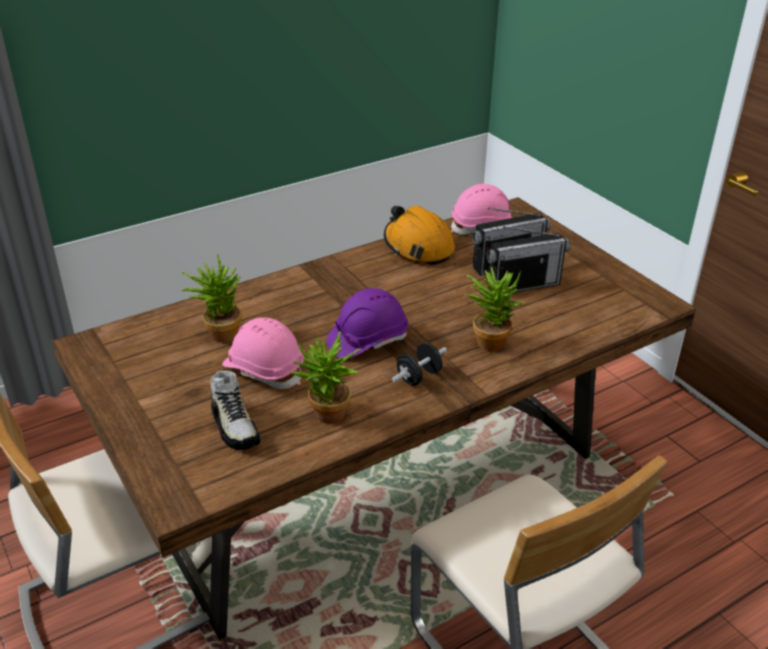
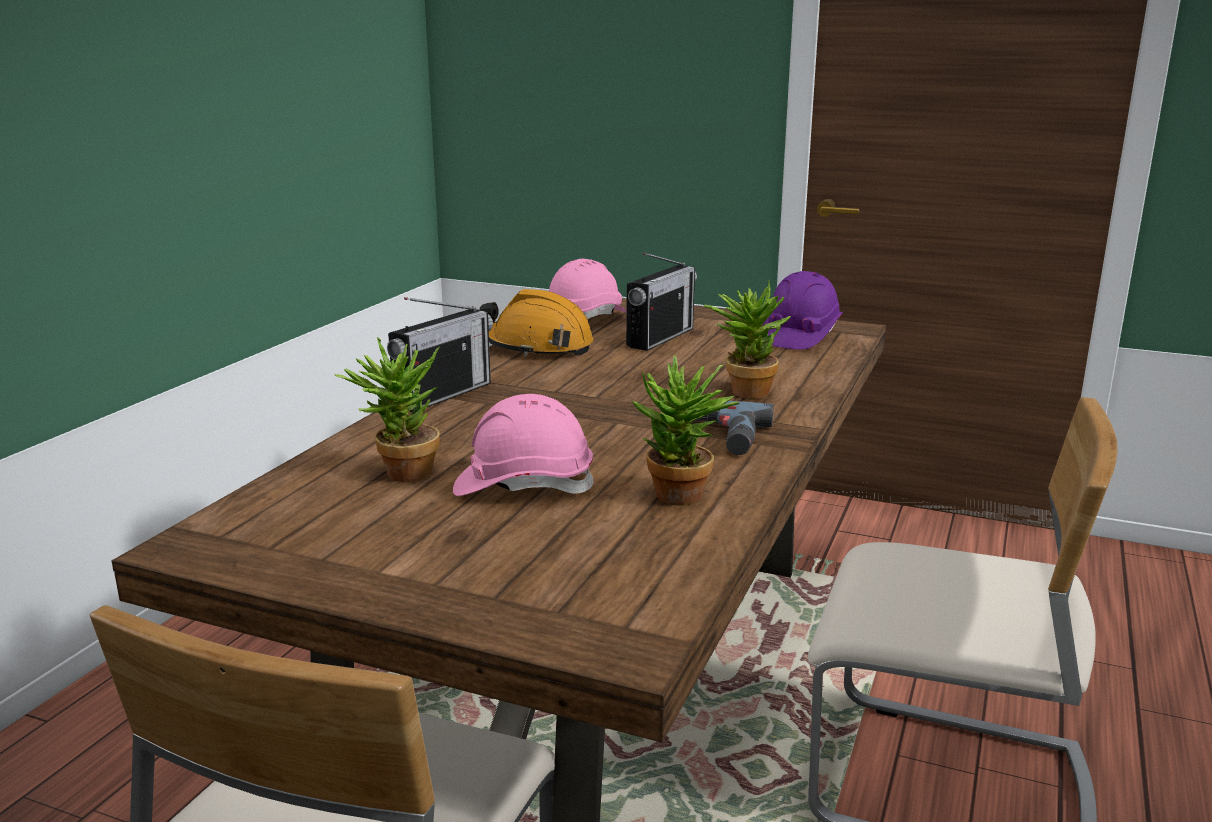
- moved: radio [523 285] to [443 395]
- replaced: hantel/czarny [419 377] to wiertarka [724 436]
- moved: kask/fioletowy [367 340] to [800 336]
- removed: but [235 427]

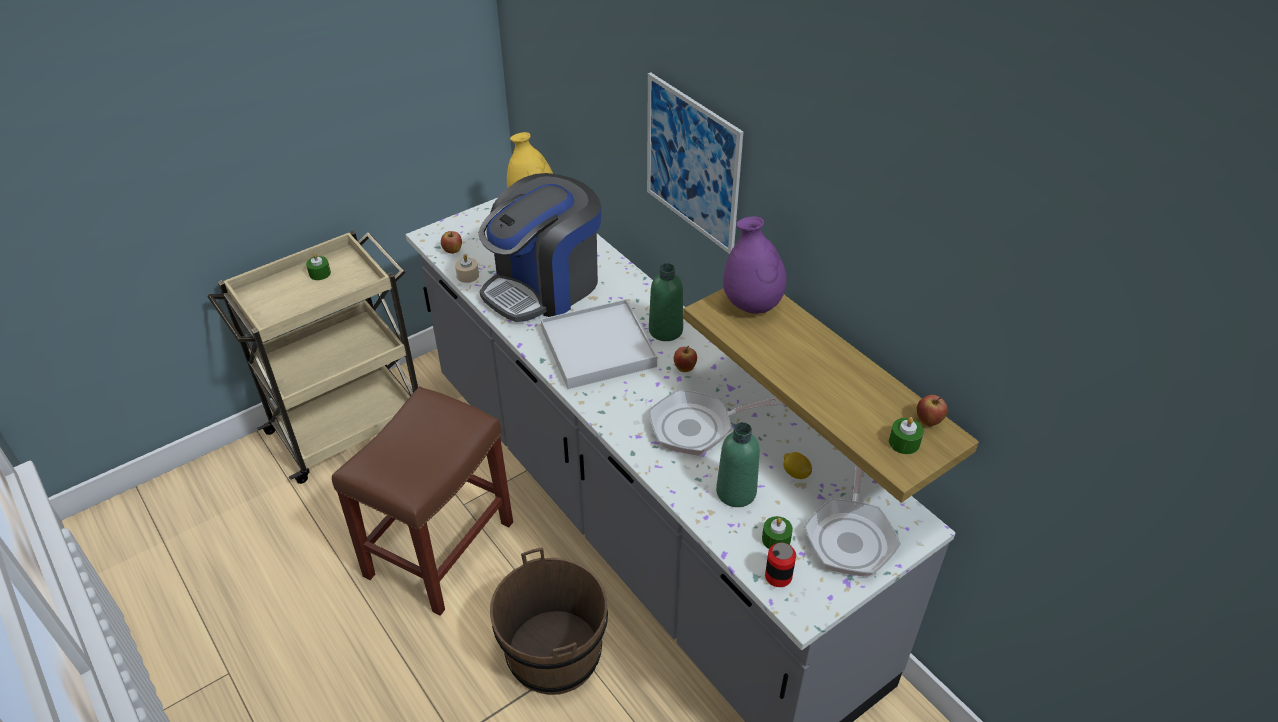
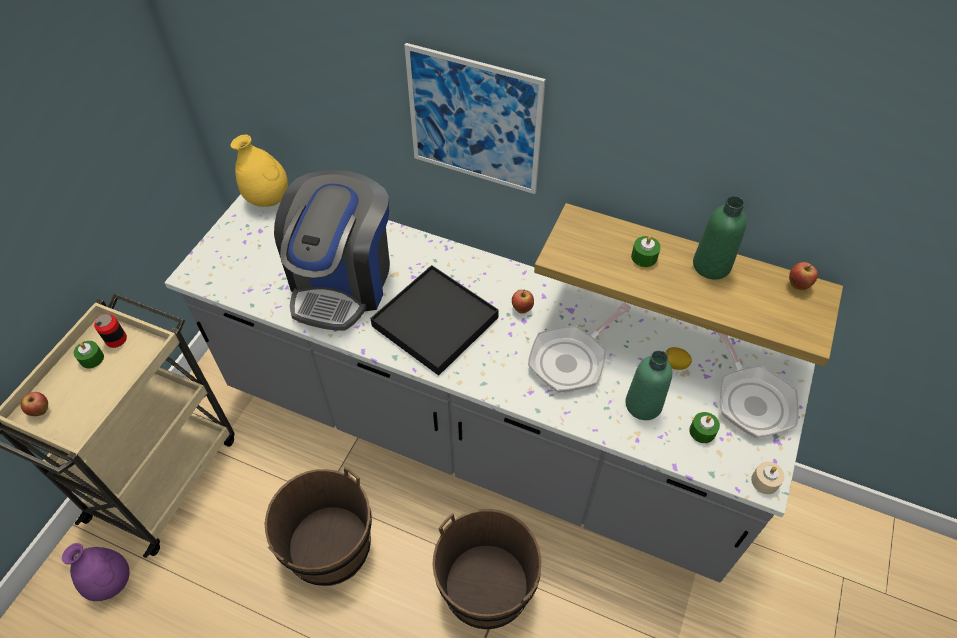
- moved: jabłko [453 251] to [41 411]
- moved: wazon/fioletowy [752 305] to [111 582]
- moved: puszka [778 576] to [116 339]
- replaced: stołek/brązowy [440 547] to wiadro/brązowy [329 546]
- recoloured: taca/biały [598 348] to taca/czarny [435 322]
- moved: świeca/zielony [904 442] to [644 257]
- moved: butelka/zielony [665 330] to [711 265]
- moved: świeca/beżowy [468 275] to [765 481]

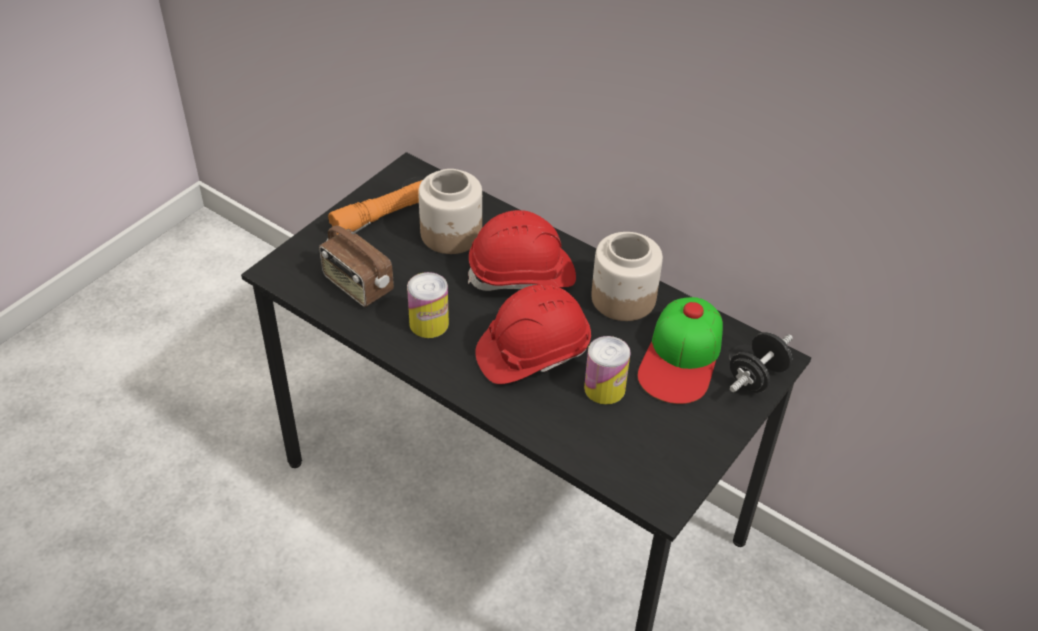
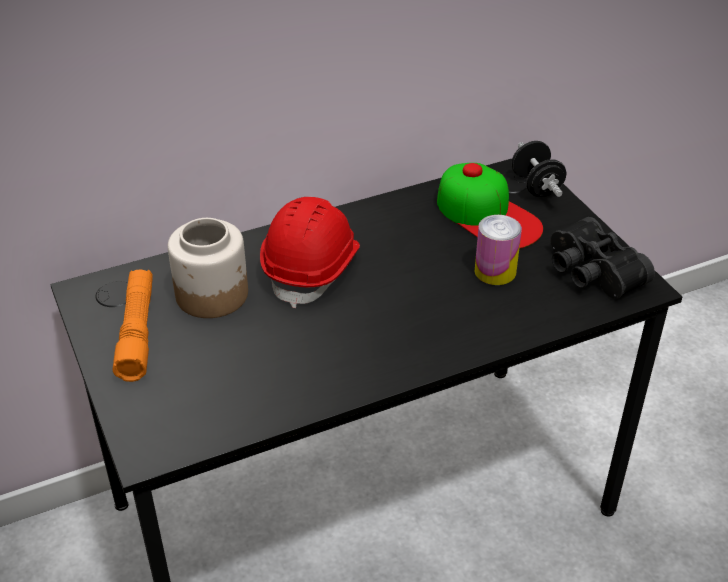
- added: lornetka/czarny [590 272]
- removed: radio [357 285]
- removed: puszka [429 323]
- removed: kask/czerwony [532 352]
- removed: słoik [622 298]

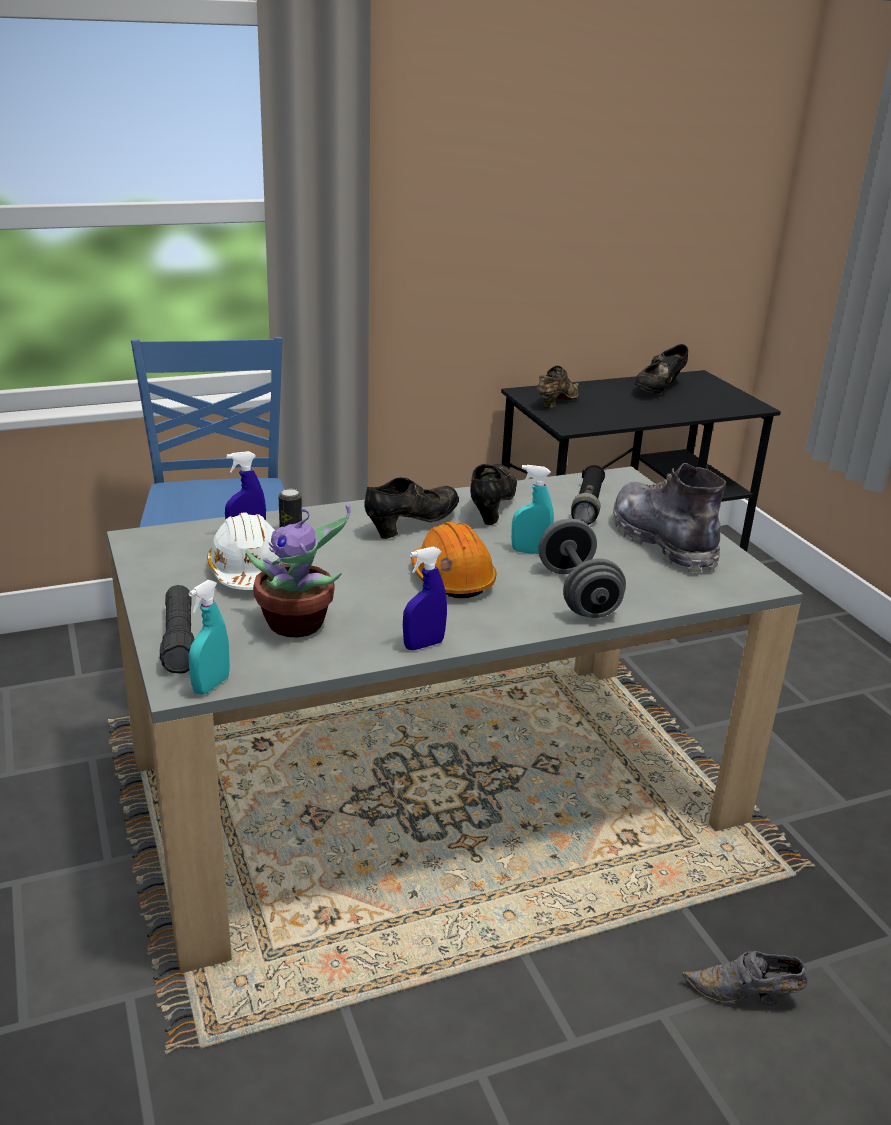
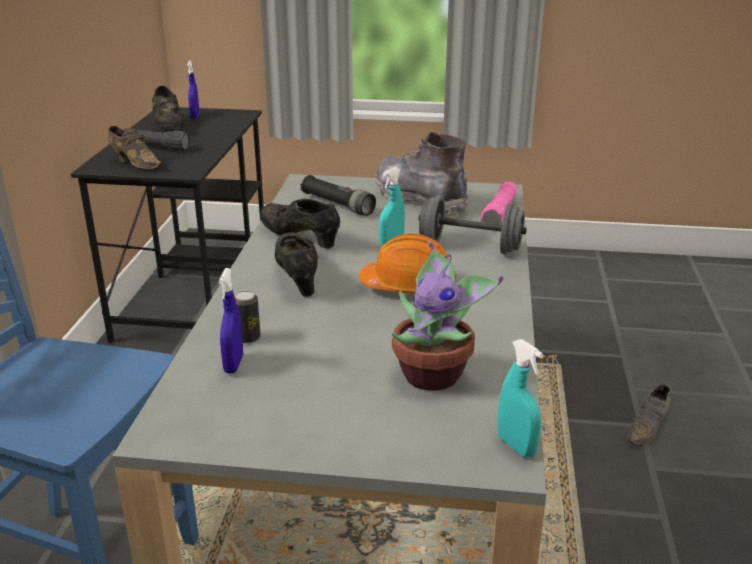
- turned: but/brązowy [556 402] = [135 163] 150 degrees clockwise
- moved: latarka/czarny [179 640] to [156 147]
- moved: spryskiwacz/niebieski [423 645] to [195 116]
- turned: but z cholewką/szary [662 542] = [420 199] 45 degrees clockwise
- added: latarka/różowy [500 214]
- removed: kask/biały [249 572]

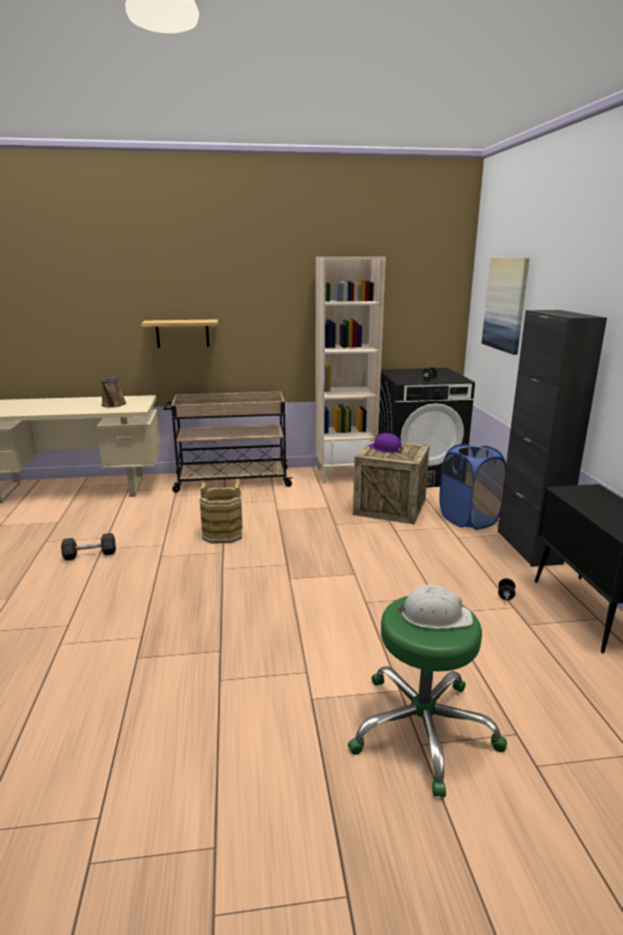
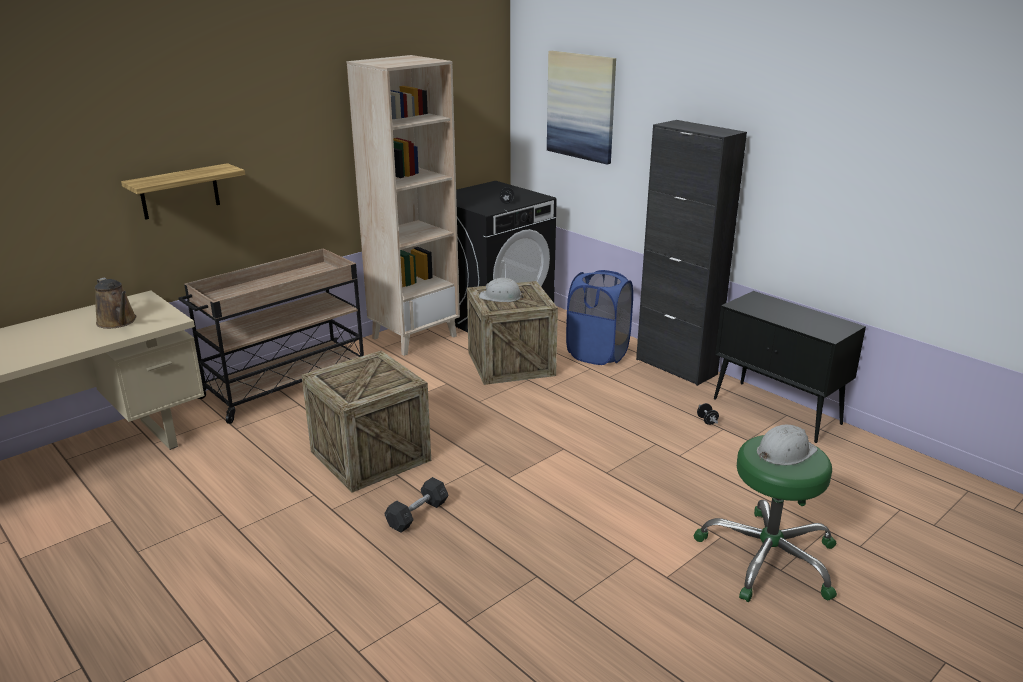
- replaced: wiadro/brązowy [223 534] to skrzynka [370 456]
- moved: hantel/szary [90 554] to [417 514]
- recoloured: kask/fioletowy [385 448] to kask/biały [501 297]

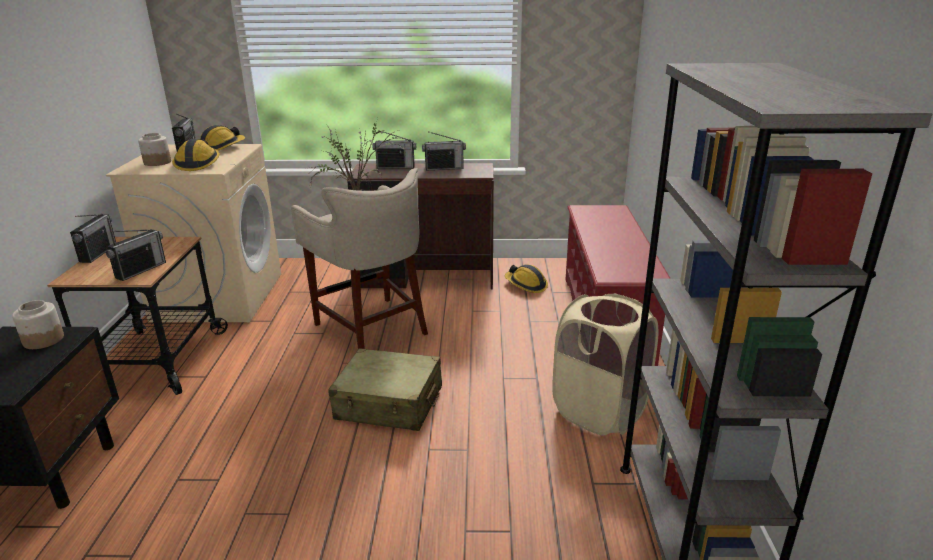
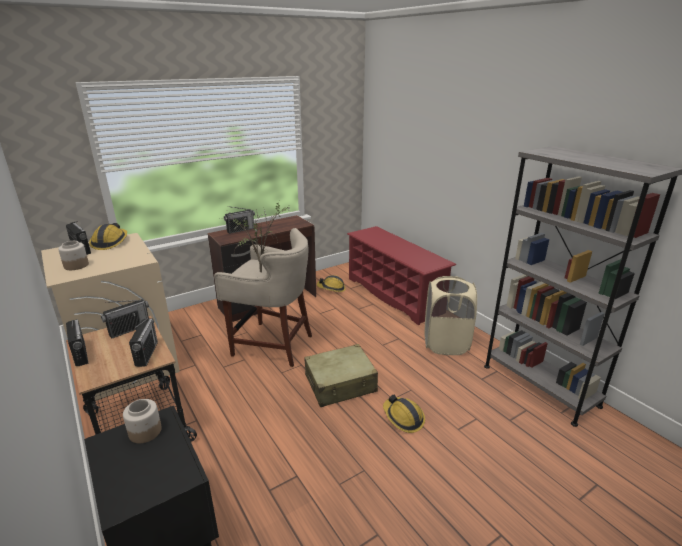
- moved: radio [444 168] to [129 329]
- moved: kask [198 164] to [403 418]

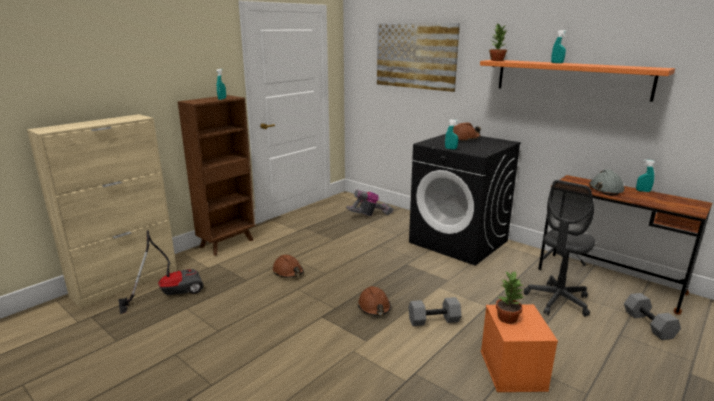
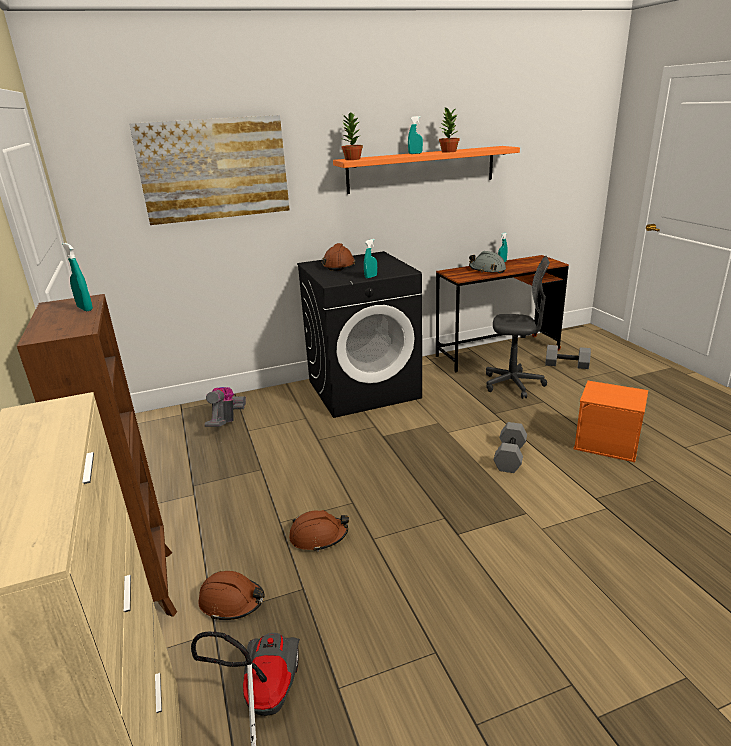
- moved: kask/brązowy [374 307] to [232 602]
- moved: roślina doniczkowa [507 318] to [448 151]
- turned: krzesło biurowe/szary [557 301] = [513 384] 60 degrees counterclockwise

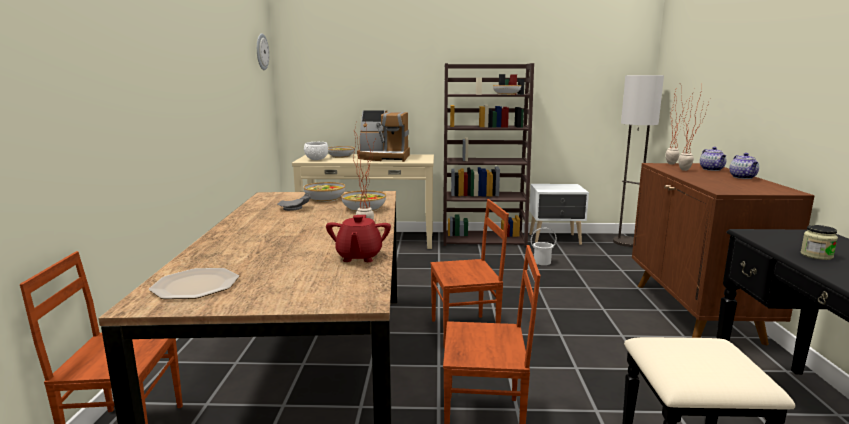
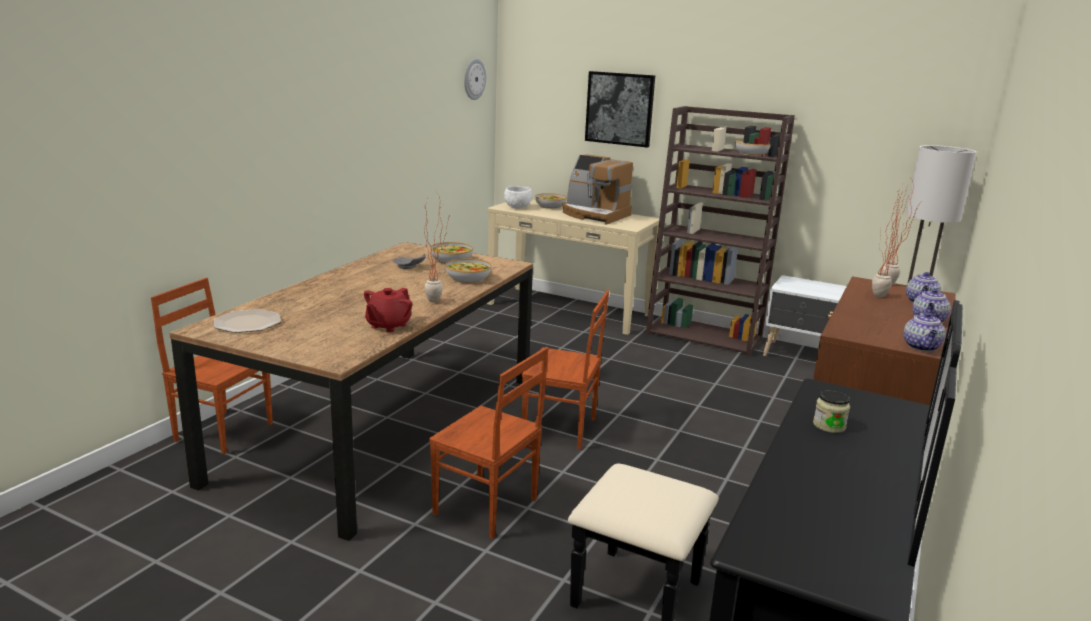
- added: obraz [620 108]
- added: imbryk [922 347]
- removed: wiadro/biały [542 262]

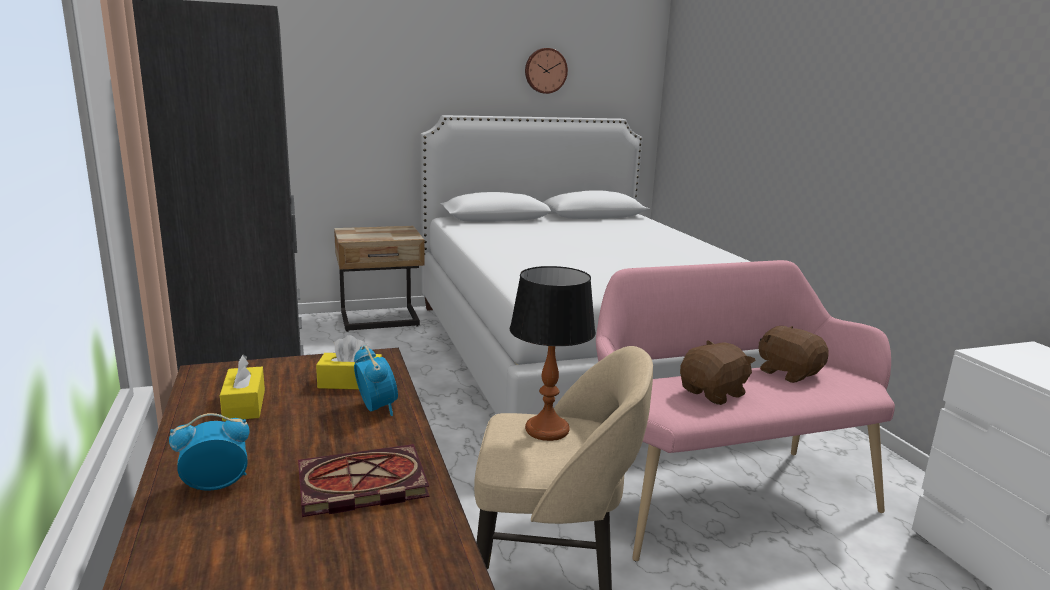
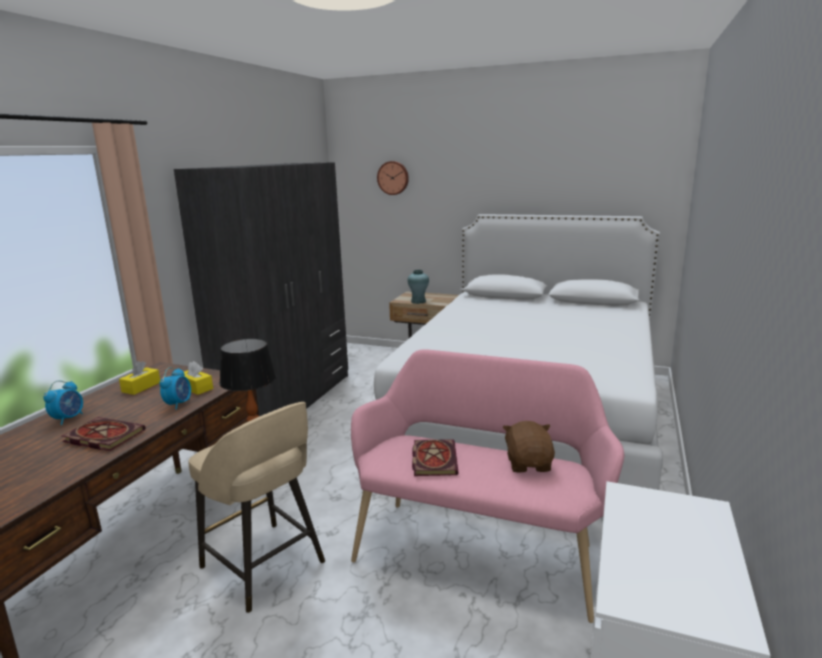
- turned: budzik [216 485] = [68 418] 90 degrees clockwise
- moved: zegar ścienny [545 70] to [393 178]
- added: wazon/turkusowy [418 301]
- replaced: pluszak/brązowy [713 393] to książka [433 459]

